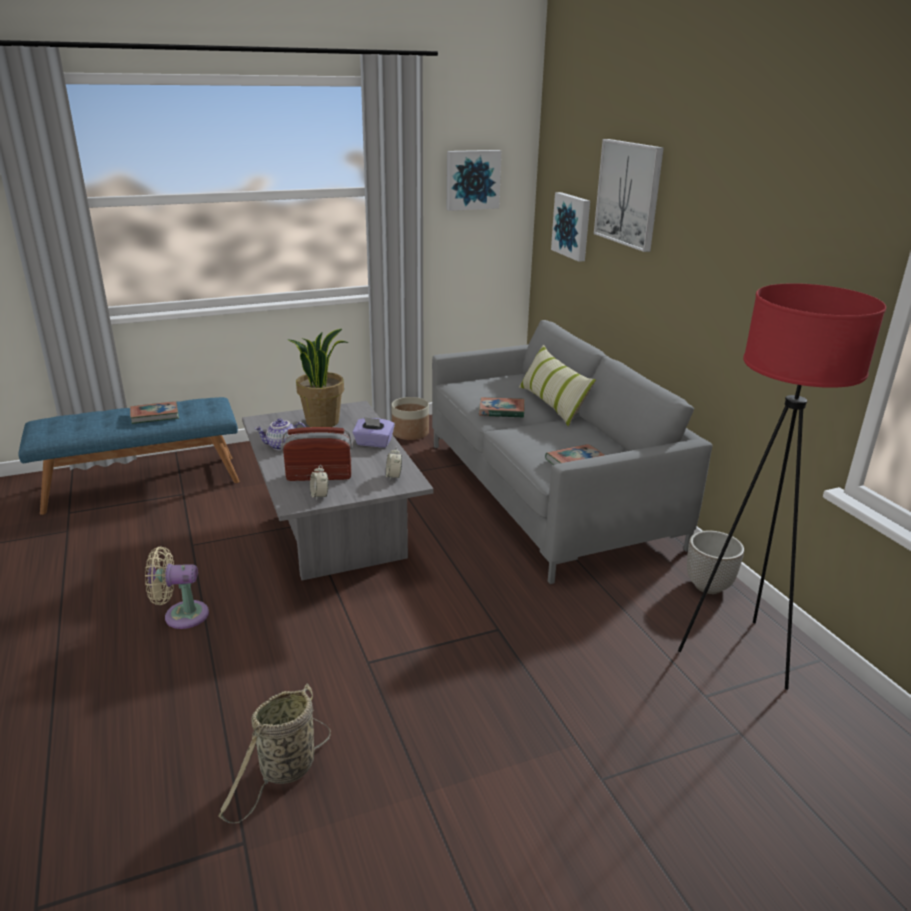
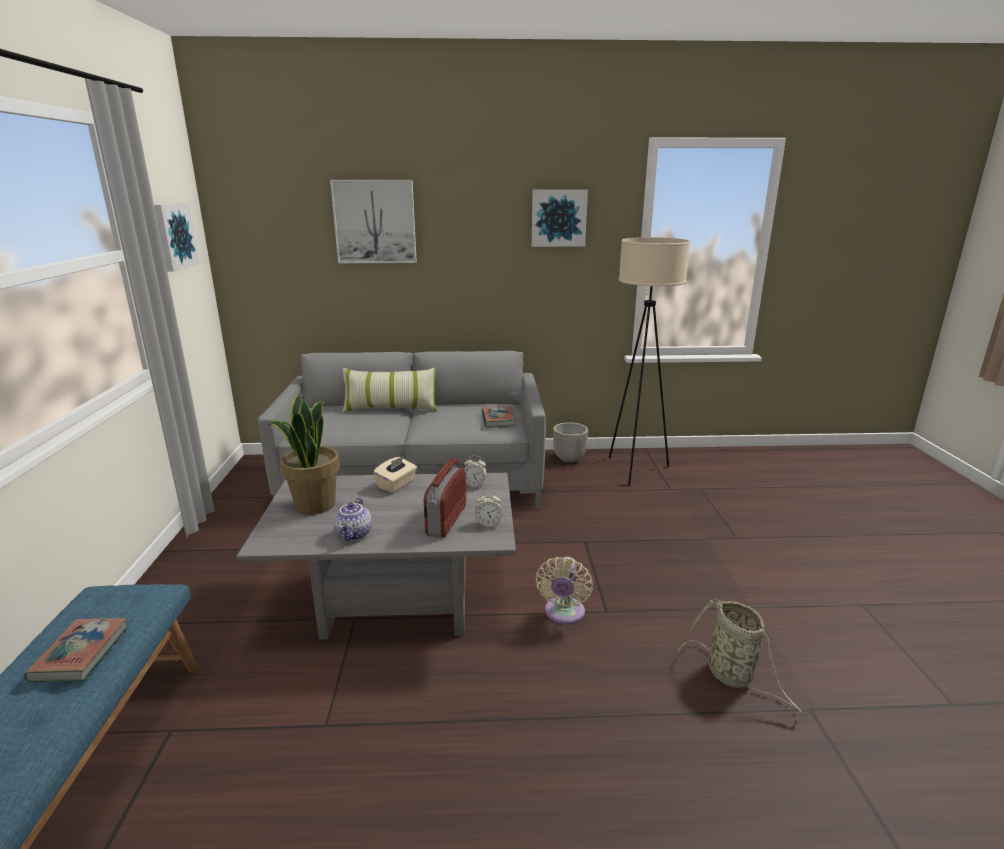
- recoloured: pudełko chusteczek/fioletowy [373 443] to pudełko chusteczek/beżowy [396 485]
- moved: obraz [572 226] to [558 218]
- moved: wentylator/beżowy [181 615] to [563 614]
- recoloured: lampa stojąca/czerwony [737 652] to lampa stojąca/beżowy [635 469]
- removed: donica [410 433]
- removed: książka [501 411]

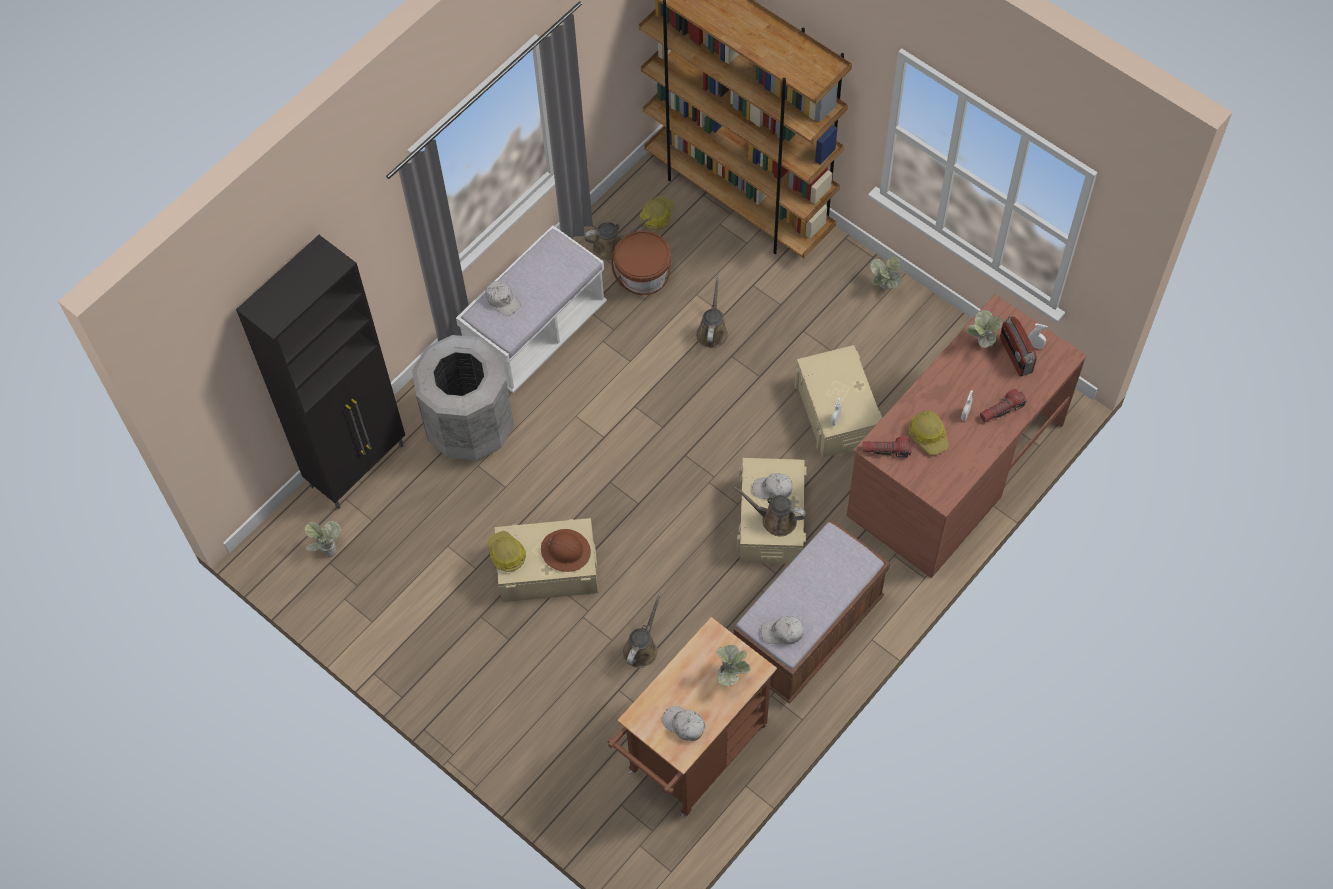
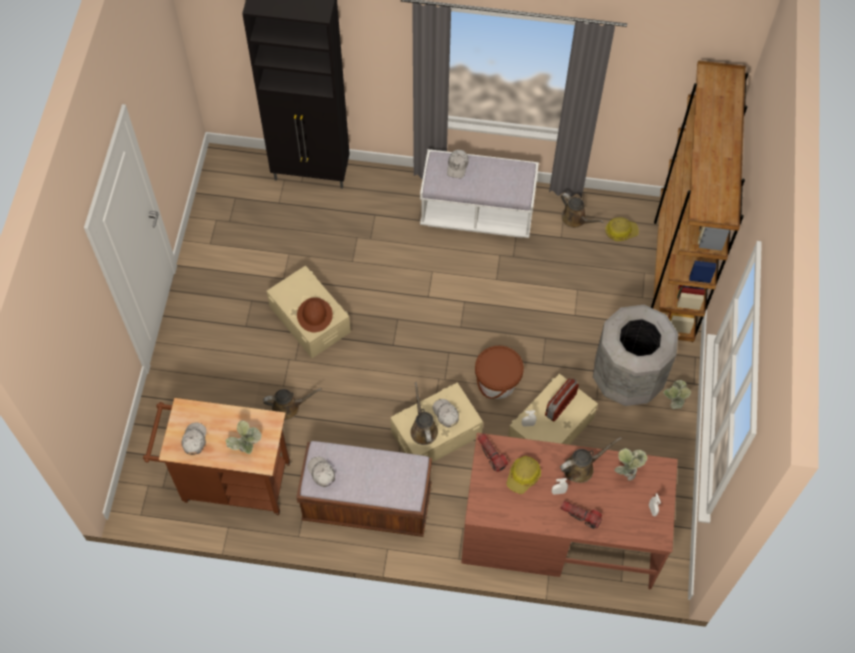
- moved: wiadro/brązowy [643 277] to [497 382]
- moved: radio [1015 355] to [560 404]
- moved: konewka/brązowy [712 331] to [581 467]
- moved: kosz na śmieci/szary [471 427] to [628 378]
- removed: roślina doniczkowa [326 548]
- removed: kask [506 554]

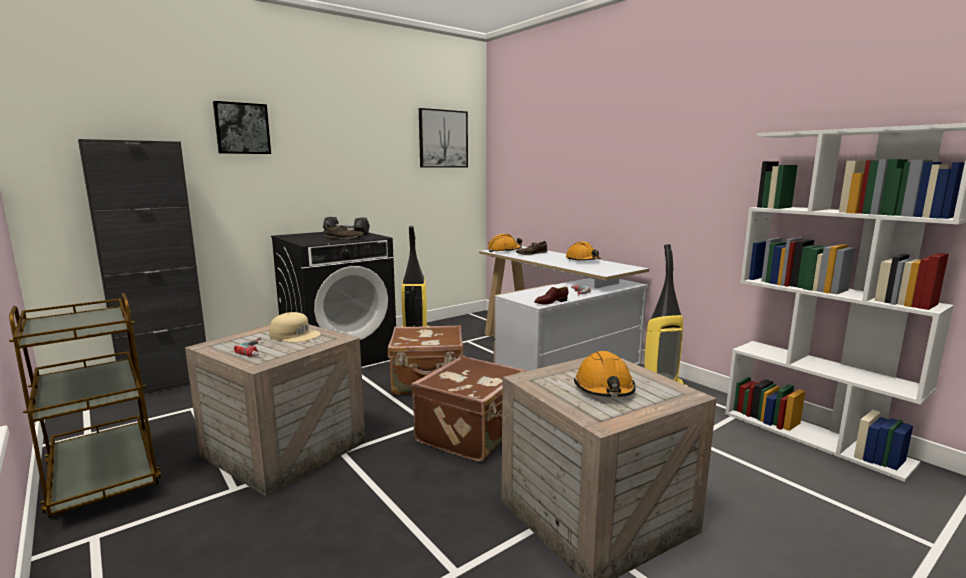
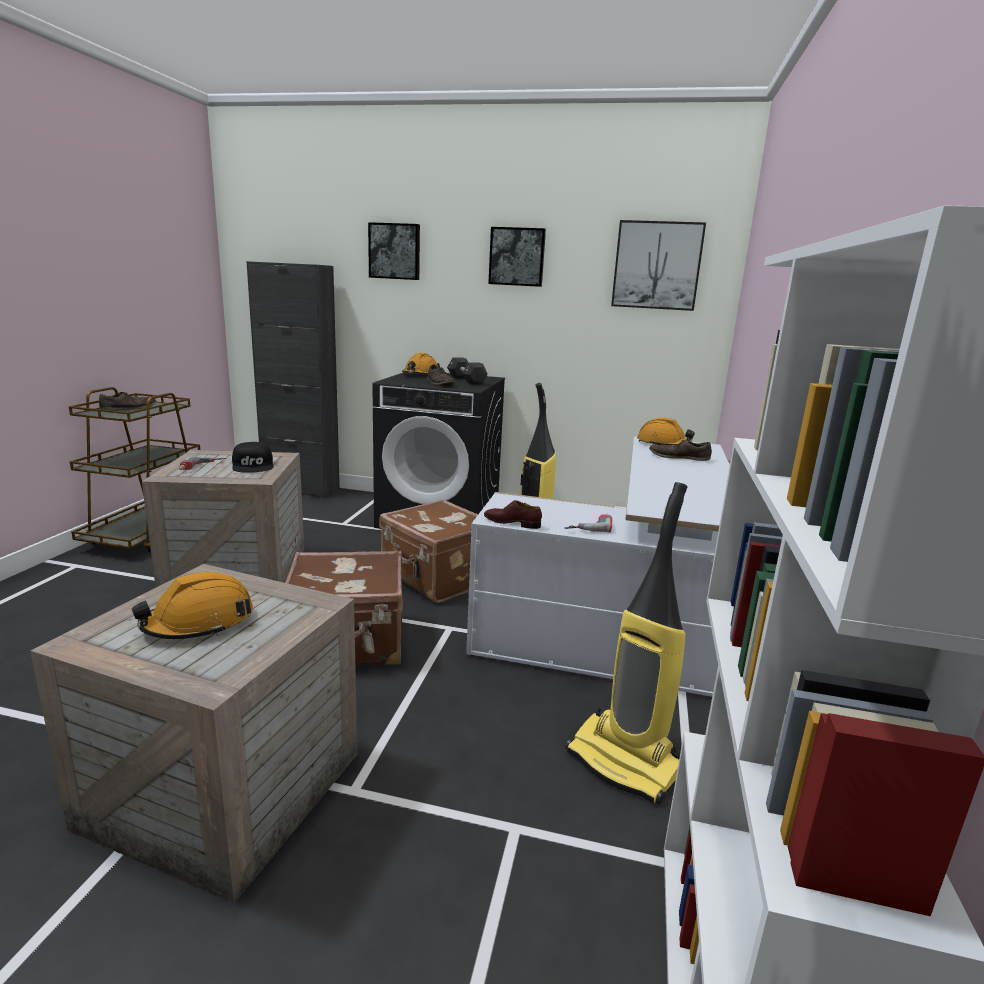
- added: but/brązowy [129 408]
- recoloured: czapka z daszkiem/beżowy [295 335] to czapka z daszkiem/czarny [253 465]
- moved: kask/pomarańczowy [582 260] to [420 375]
- added: obraz [517 257]

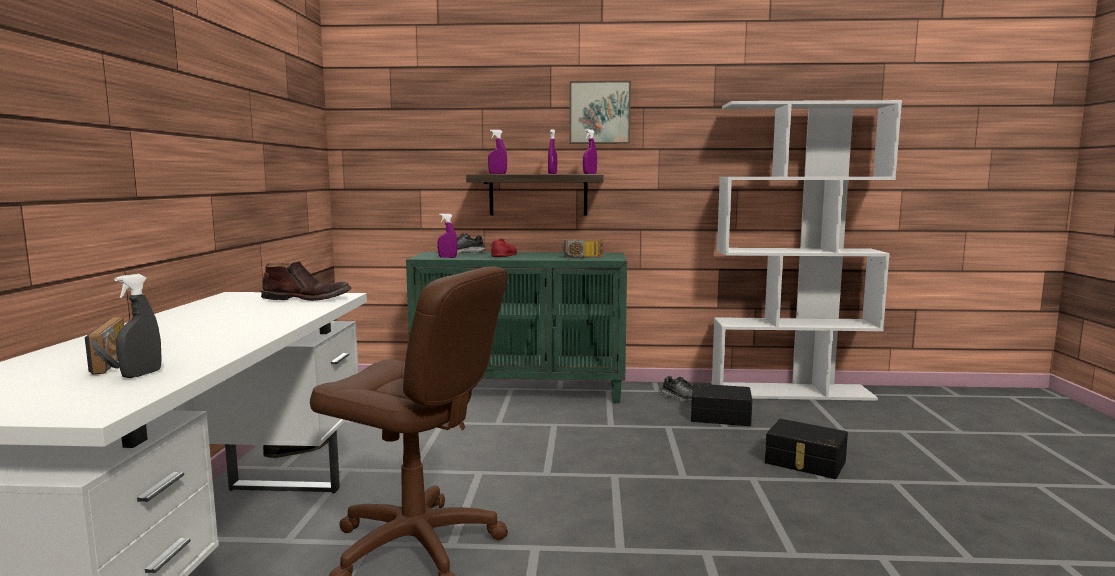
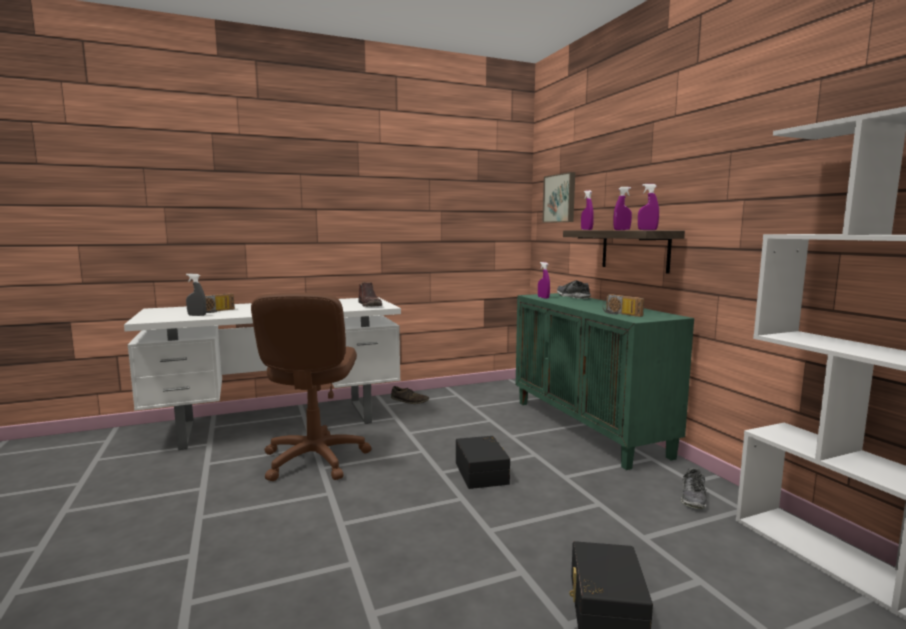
- moved: pojemnik do przechowywania/czarny [720 416] to [483 473]
- moved: obraz [599 113] to [560 198]
- removed: but/czerwony [503 255]

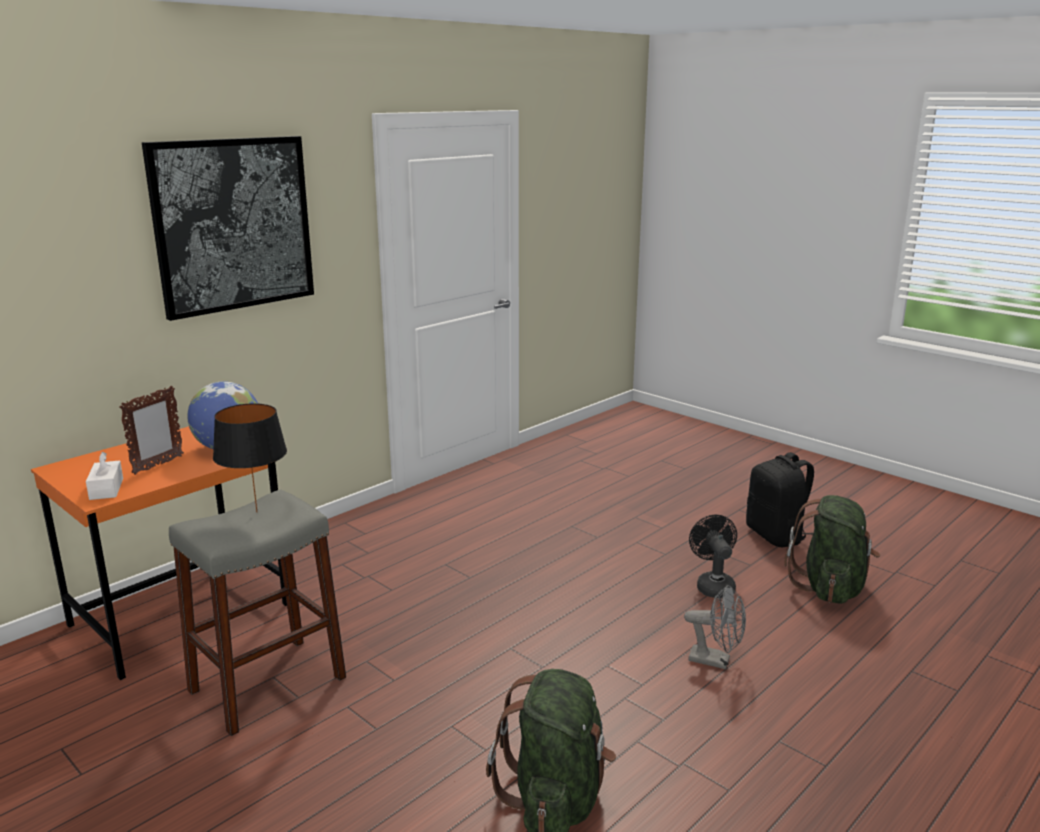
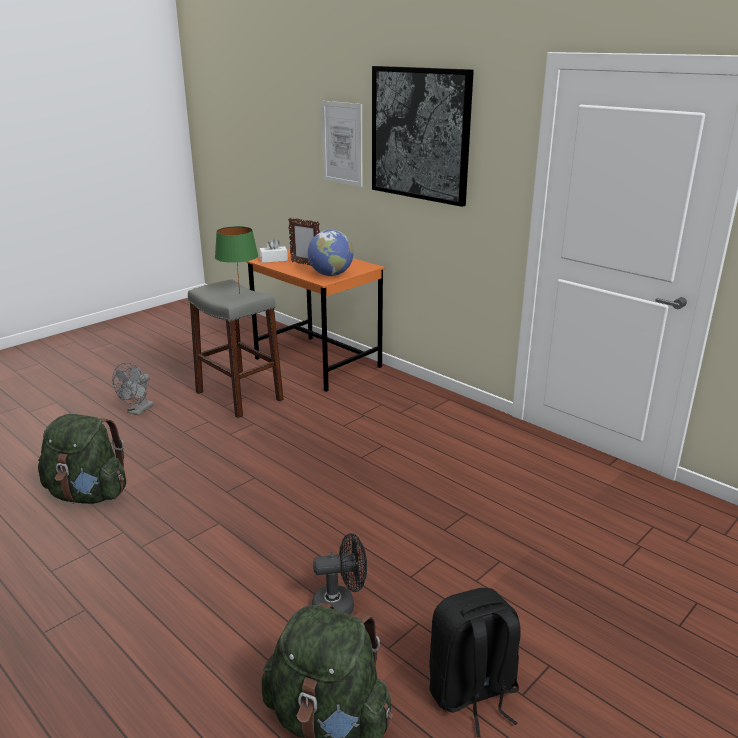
- moved: wentylator/szary [716 661] to [138 411]
- recoloured: lampa stołowa/czarny [257 512] to lampa stołowa/zielony [239 293]
- added: obraz [342 143]

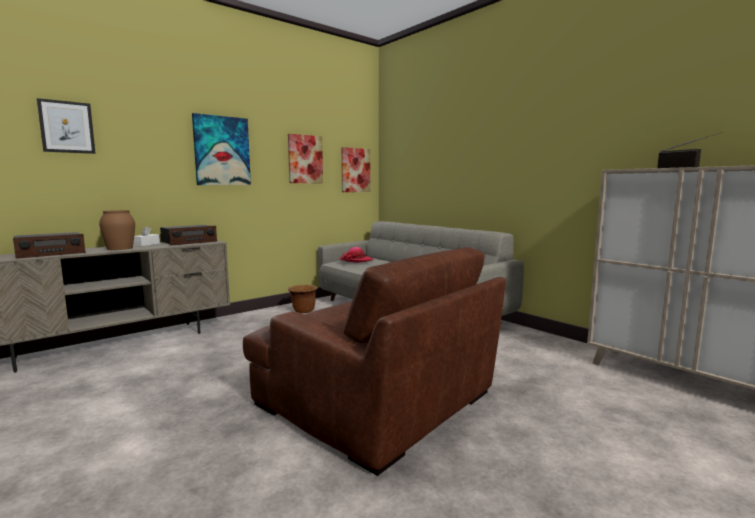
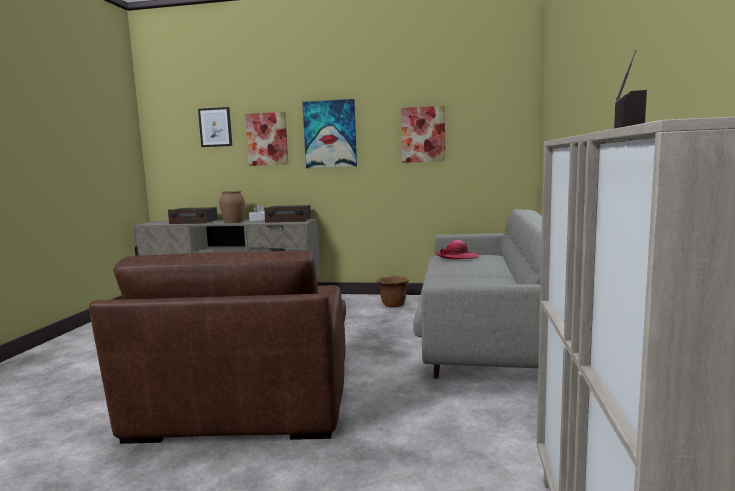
- moved: obraz [355 170] to [267 139]

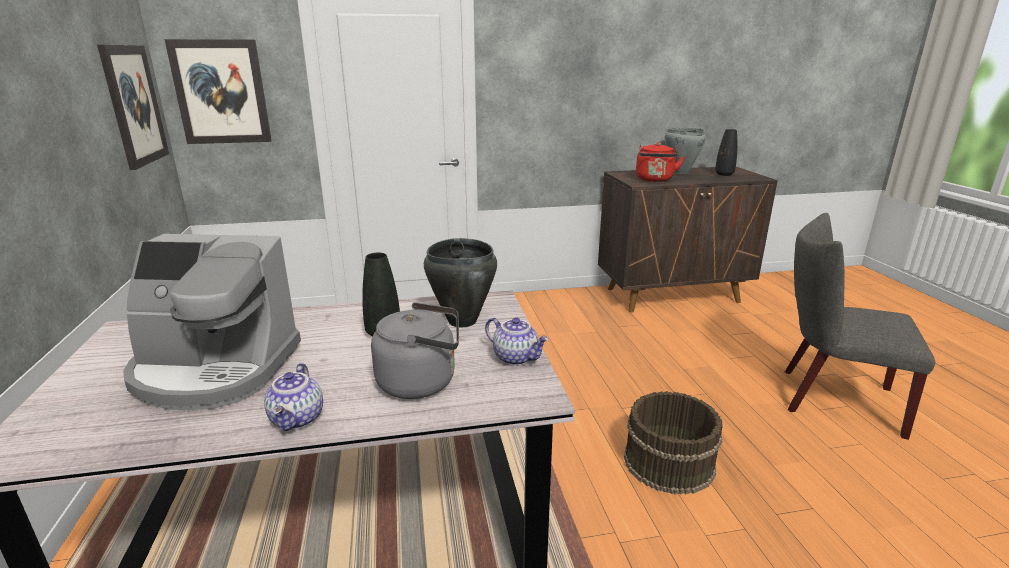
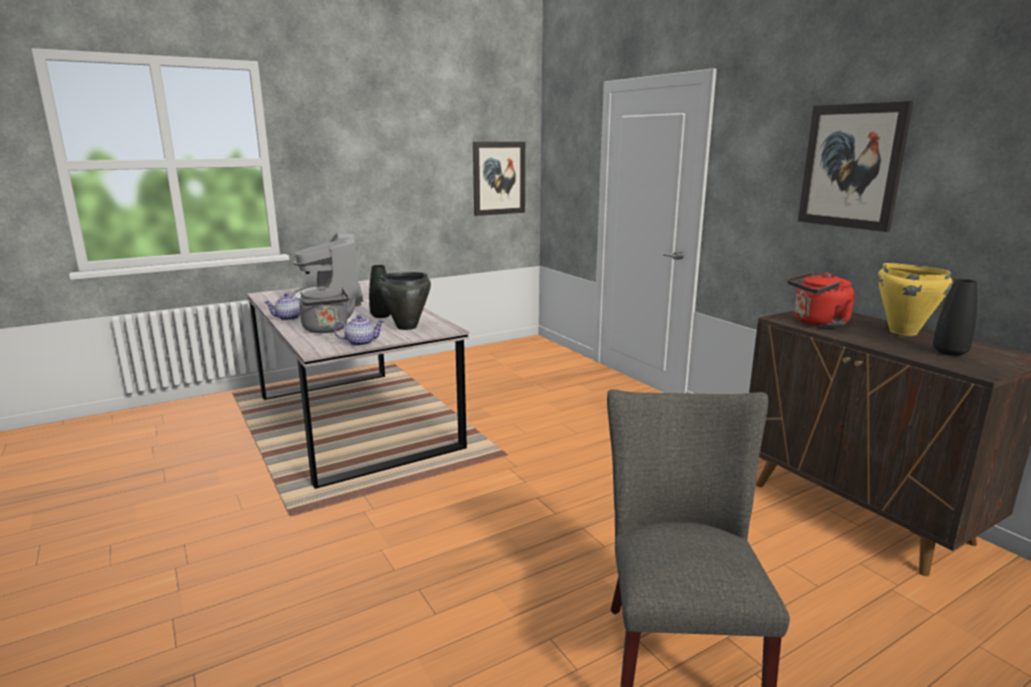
- turned: imbryk [516 357] = [361 342] 120 degrees counterclockwise
- moved: obraz [221 92] to [852 166]
- recoloured: garnek/szary [680 172] to garnek/żółty [902 332]
- removed: wiadro/brązowy [668 461]

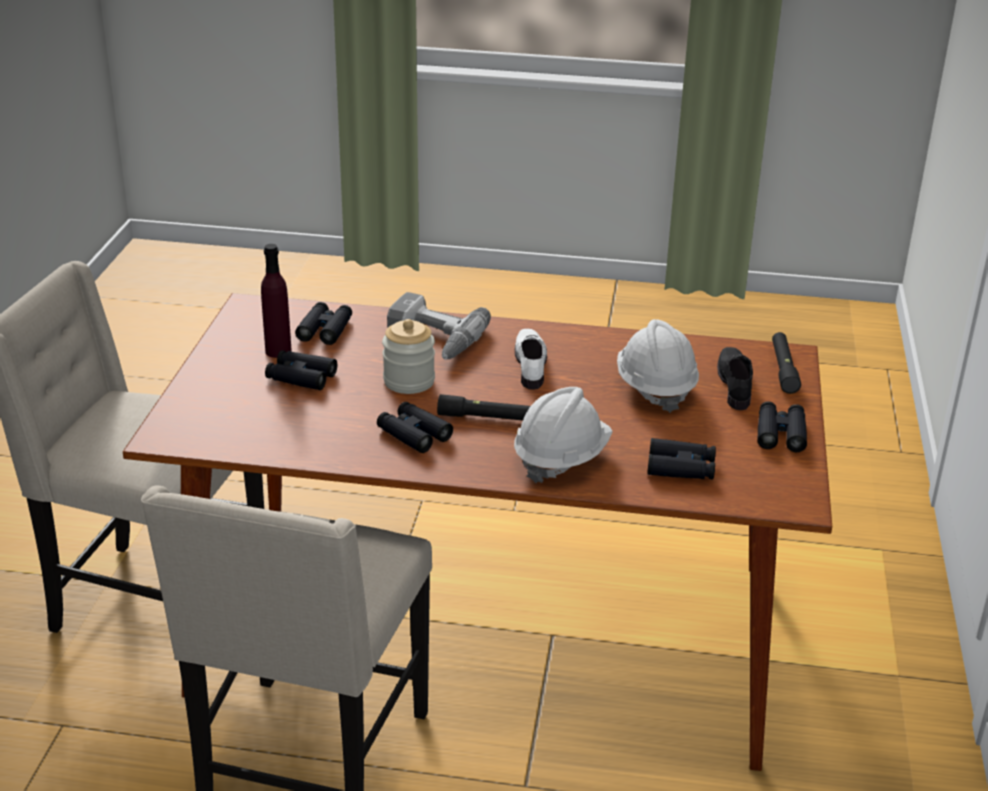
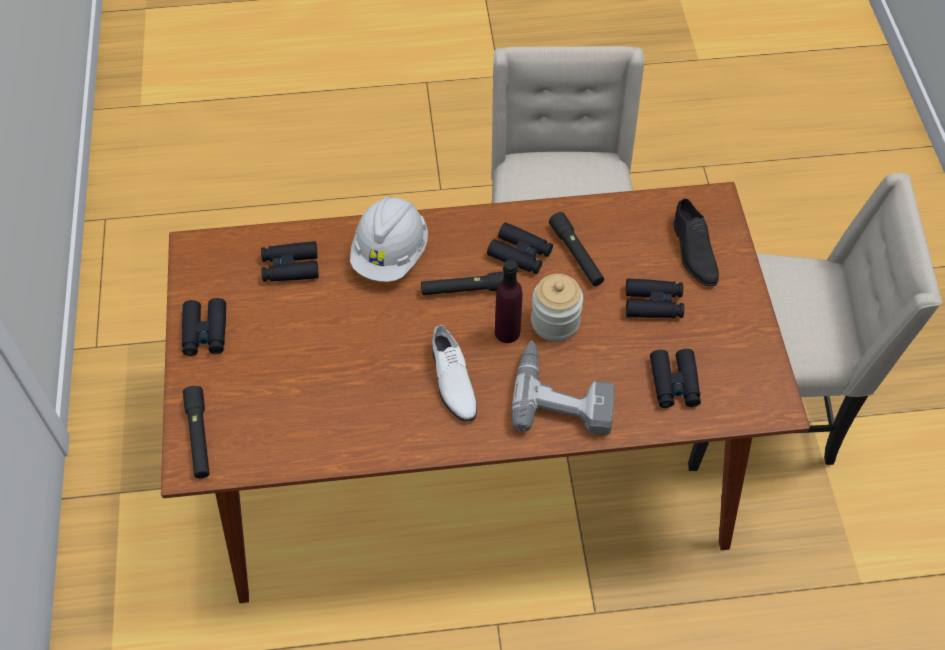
- moved: butelka/fioletowy [278 351] to [507 332]
- added: latarka/czarny [576 255]
- moved: but/czarny [736 383] to [693 251]
- removed: kask/biały [655 388]

